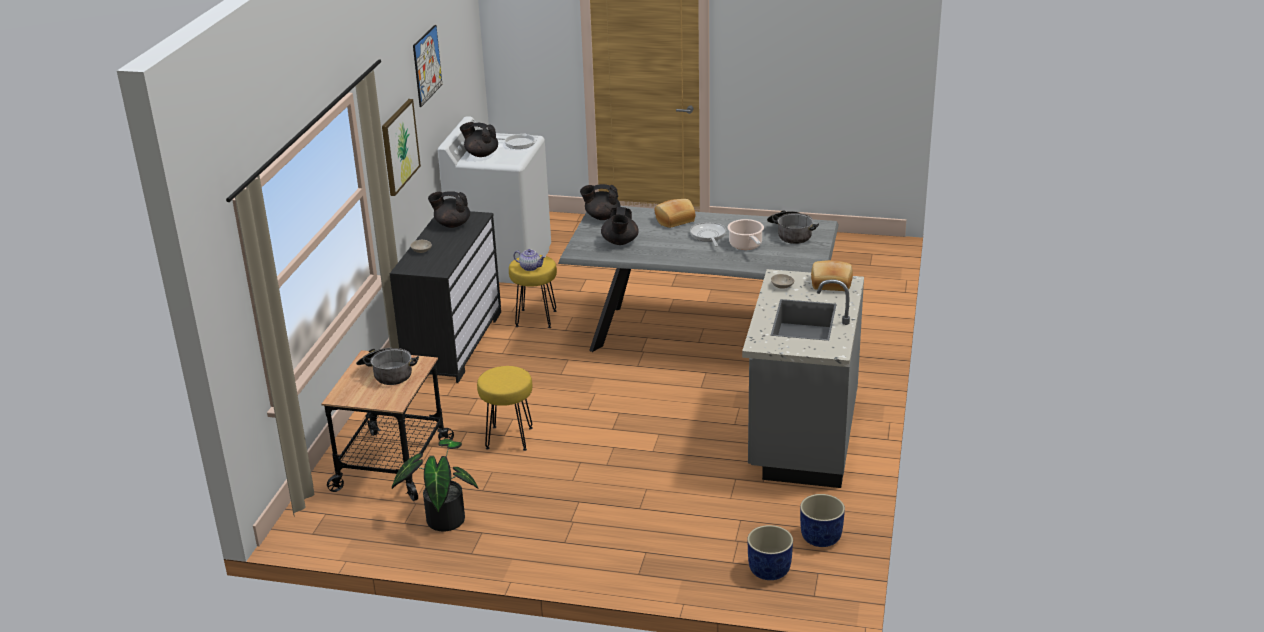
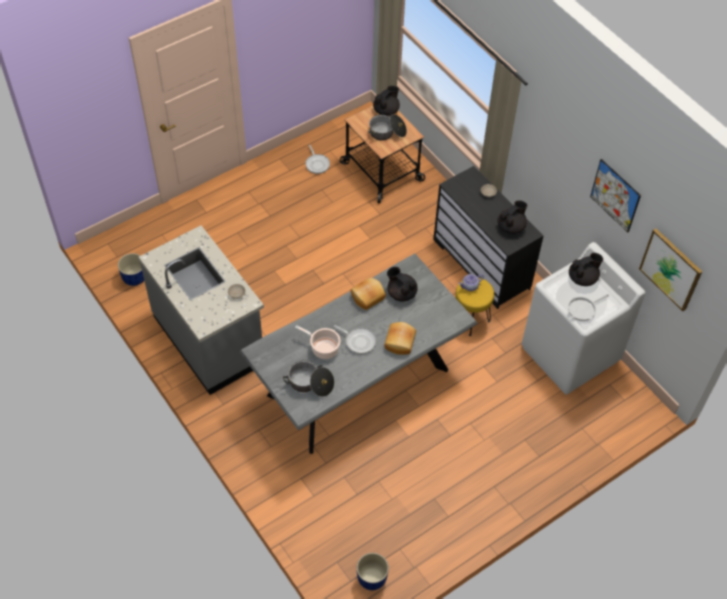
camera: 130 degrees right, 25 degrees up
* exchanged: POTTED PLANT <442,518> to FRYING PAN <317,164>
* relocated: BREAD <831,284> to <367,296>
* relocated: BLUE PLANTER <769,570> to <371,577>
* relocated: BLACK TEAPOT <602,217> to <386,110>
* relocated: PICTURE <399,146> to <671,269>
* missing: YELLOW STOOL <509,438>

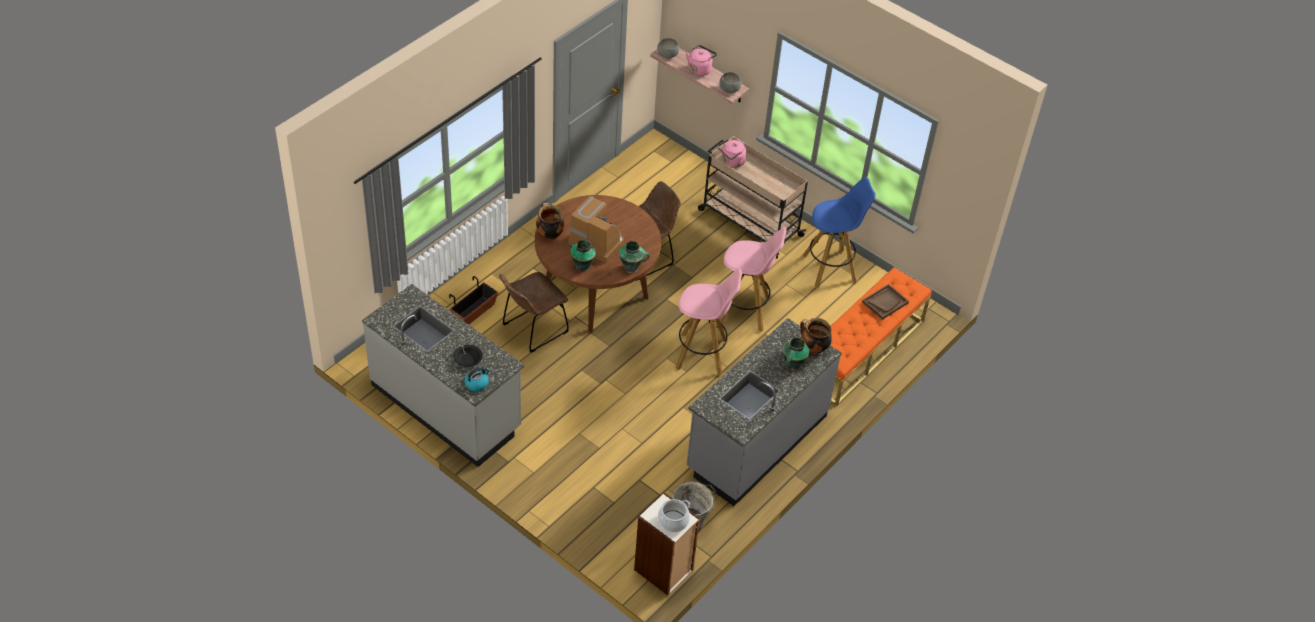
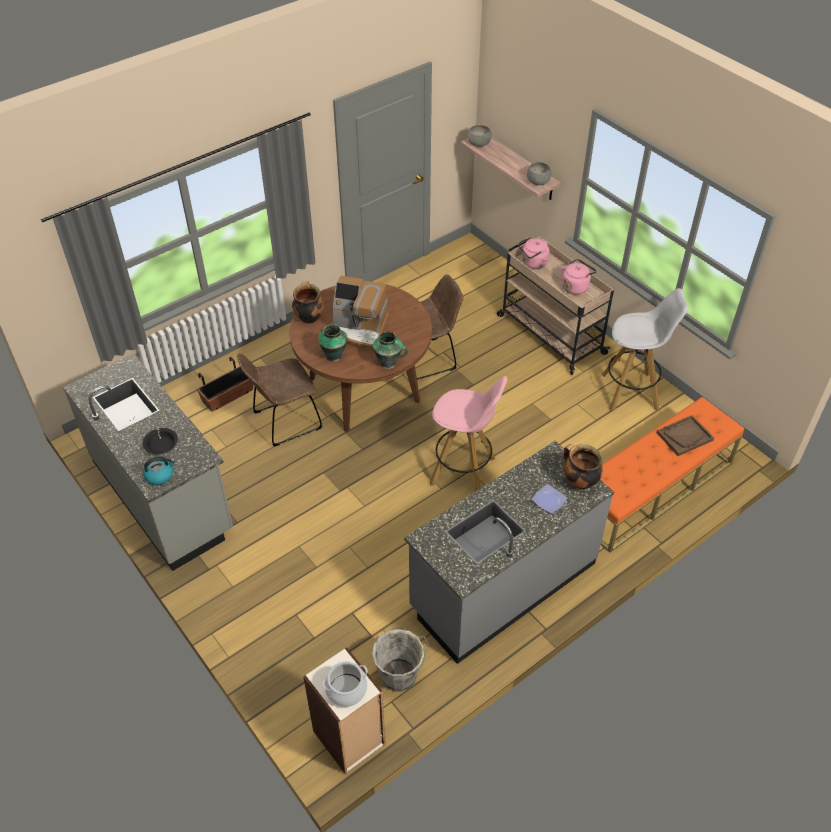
camera: 15 degrees right, 0 degrees up
* spun: COFFEE MACHINE <597,241> = <359,330> 150 degrees clockwise
* exchanged: VASE <792,365> to PLATE <548,500>
* relocated: PINK KETTLE <700,69> to <575,286>
* colour: BLUE STOOL <830,268> to WHITE STOOL <631,391>
* missing: PINK STOOL <745,311>

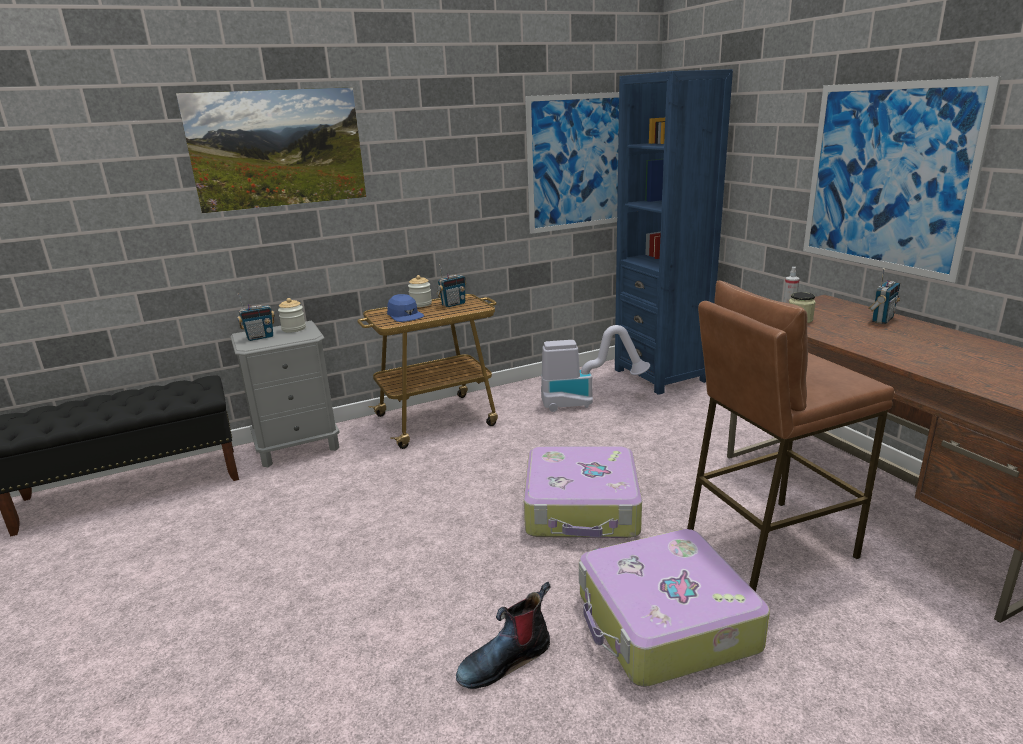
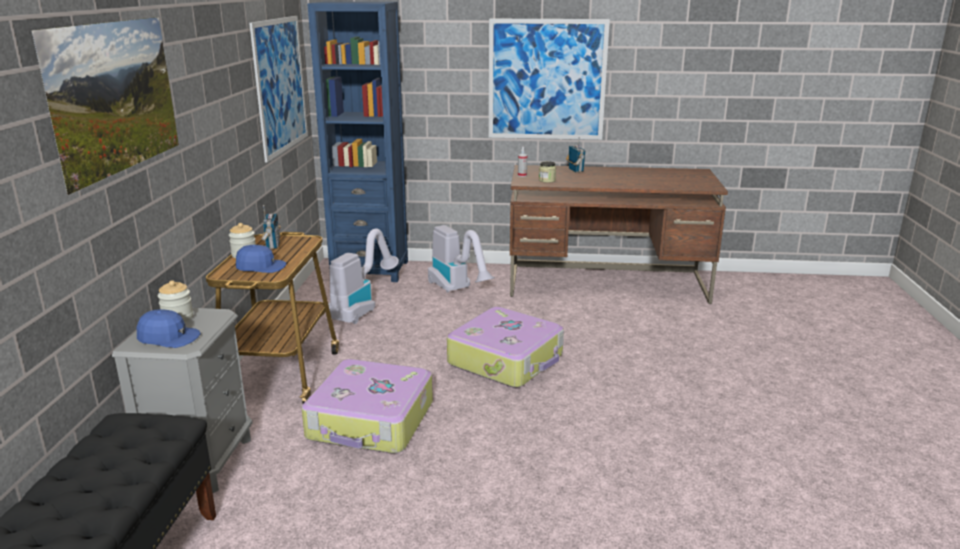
camera: 60 degrees left, 0 degrees up
* exchanged: RADIO <260,337> to BLUE CAP <168,337>
* relocated: SUITCASE <665,623> to <371,421>
* appeared: VACUUM CLEANER <458,290>
* missing: BOOT <505,660>
* missing: BROWN STOOL <767,544>

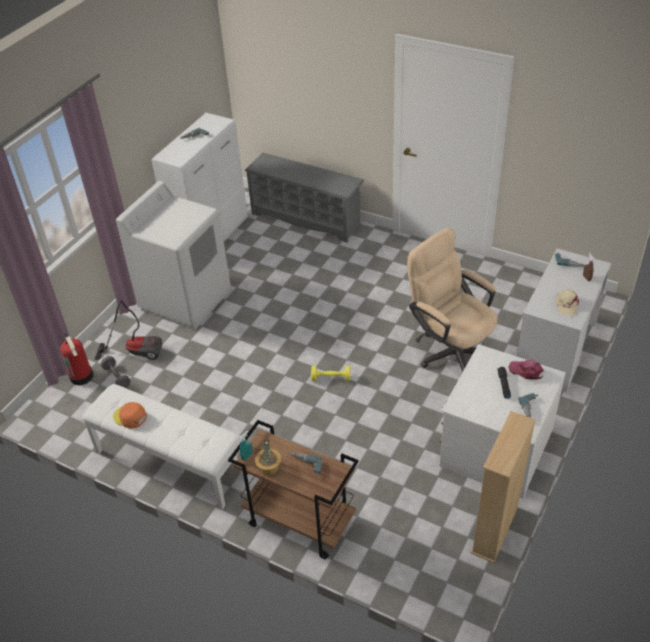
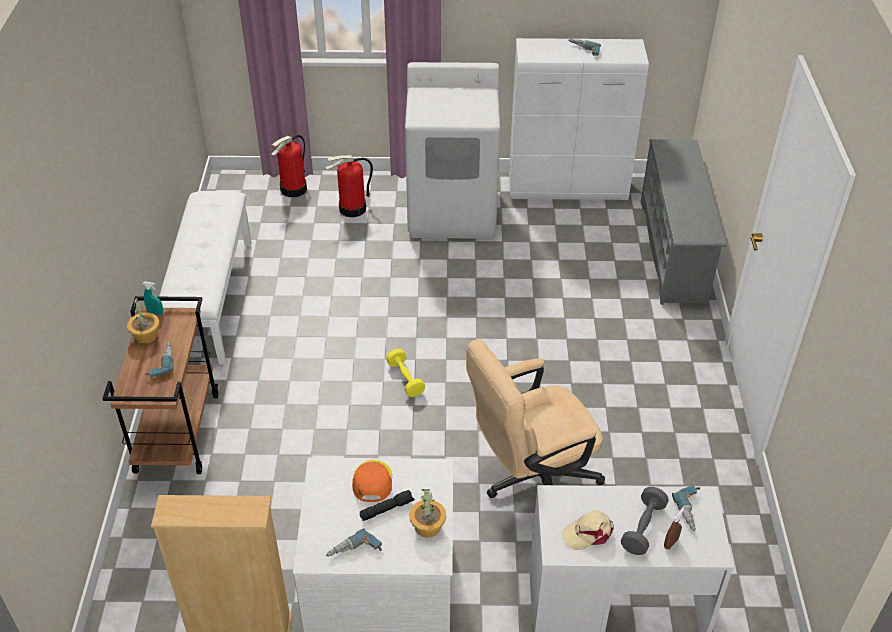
camera: 60 degrees right, 0 degrees up
* exchanged: VACUUM CLEANER <136,350> to FIRE EXTINGUISHER <352,209>
* relocated: ORANGE CAP <130,417> to <372,482>
* exchanged: PINK CAP <526,371> to POTTED PLANT <427,527>
* spun: BEIGE OFFICE CHAIR <450,349> = <531,479> 135 degrees counterclockwise
* relocated: GREY DUMBBELL <117,377> to <643,528>

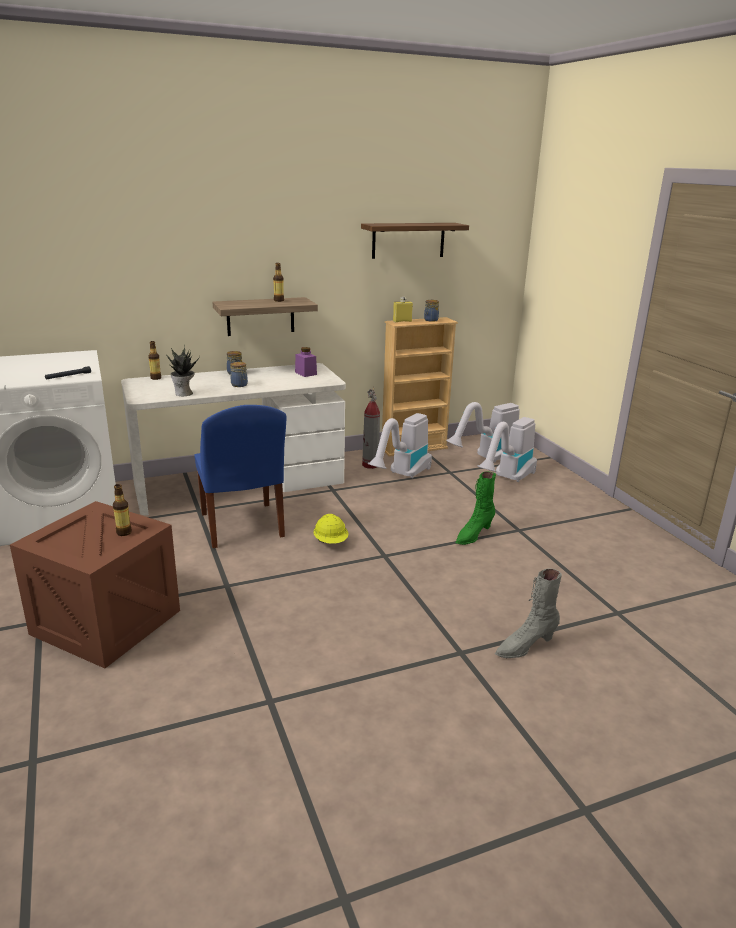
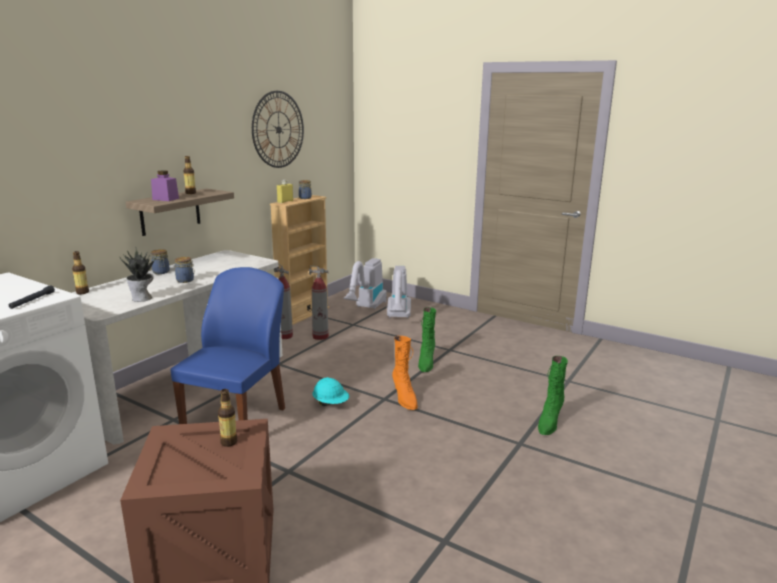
camera: 35 degrees left, 5 degrees down
* relocated: PURPLE JAR <306,373> to <165,199>
* spun: BLUE CHAIR <242,527> = <237,419> 105 degrees counterclockwise
* exchanged: SHELF <408,240> to WALL CLOCK <278,129>
* exchanged: VACUUM CLEANER <402,475> to FIRE EXTINGUISHER <320,337>
* colour: YELLOW HARD HAT <331,542> to TURQUOISE HARD HAT <331,404>
* appeared: ORANGE BOOT <404,398>
* colour: GREY BOOT <525,646> to GREEN BOOT <549,422>

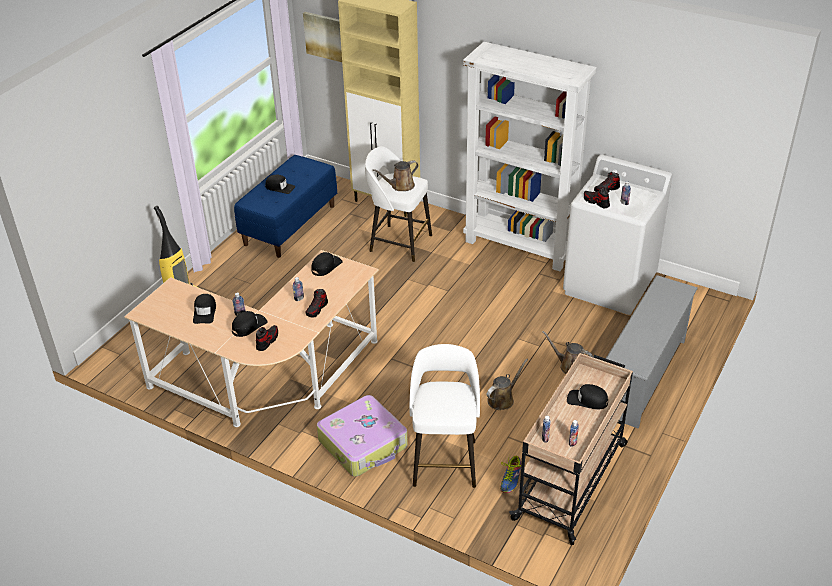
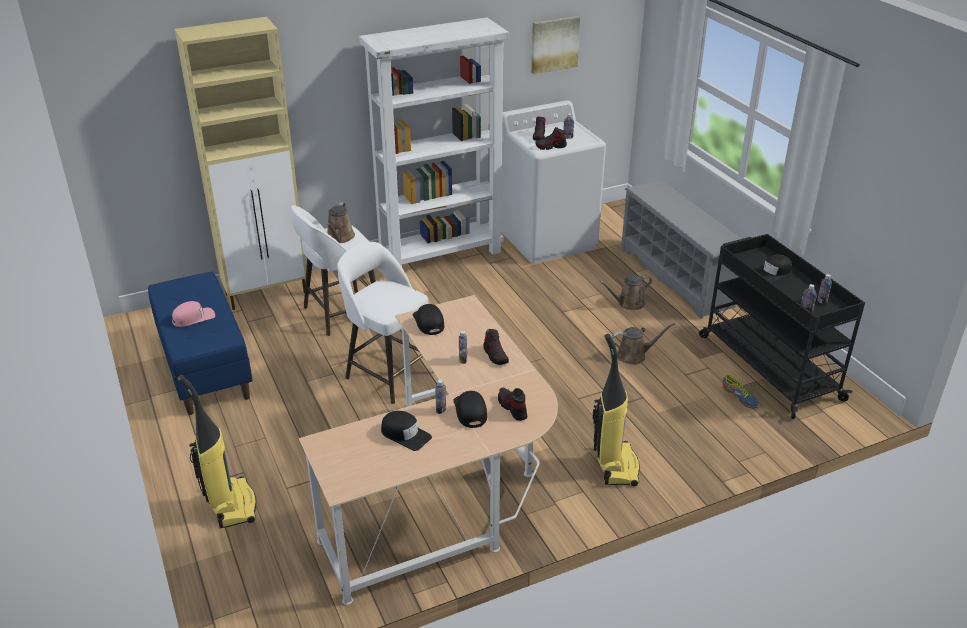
camera: 55 degrees left, 5 degrees down
* colour: BLACK CAP <280,187> to PINK CAP <193,318>
* relocated: WHITE STOOL <445,461> to <388,374>
* relocated: PICTURE <324,36> to <554,44>
* exchanged: SUITCASE <364,444> to VACUUM CLEANER <615,465>
* spun: BROWN WATERING CAN <502,399> = <634,355> 90 degrees clockwise
* colour: BEIGE CART <571,480> to BLACK CART <768,366>

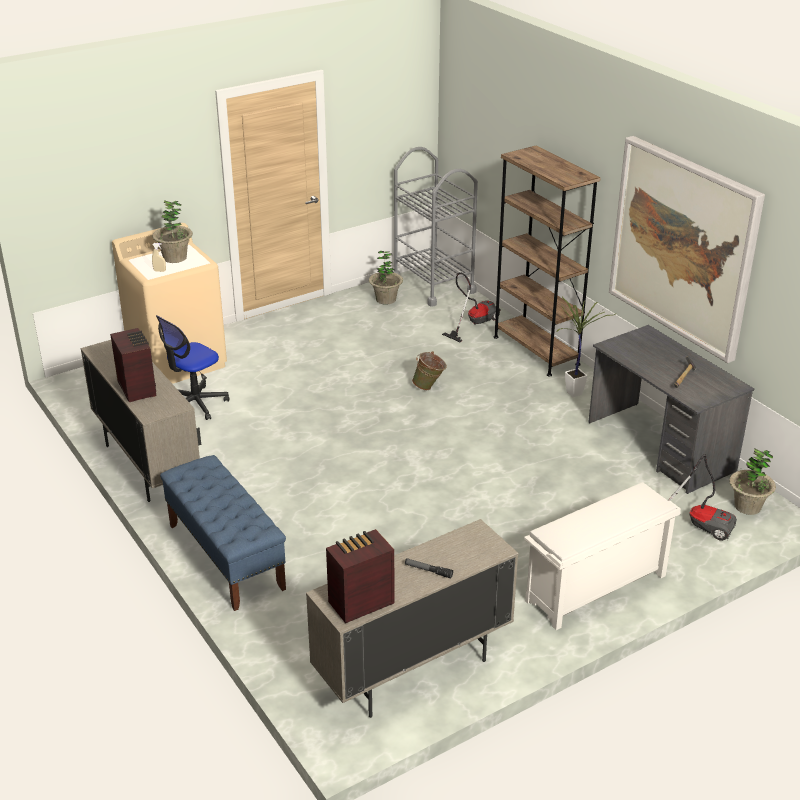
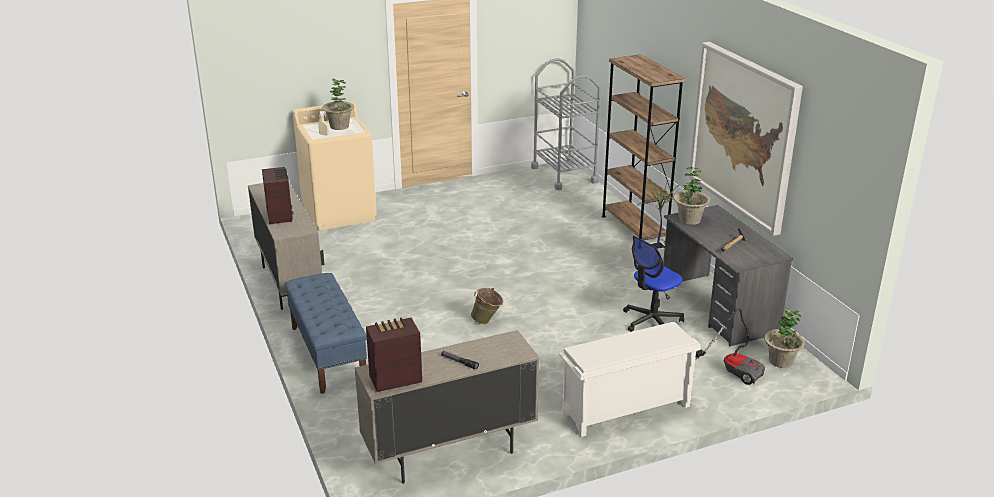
camera: 10 degrees right, 5 degrees down
* relocated: GREEN BUCKET <429,387> to <487,321>
* relocated: OFFICE CHAIR <195,403> to <652,321>
* relocated: POTTED PLANT <386,299> to <689,220>
* missing: VACUUM CLEANER <473,323>

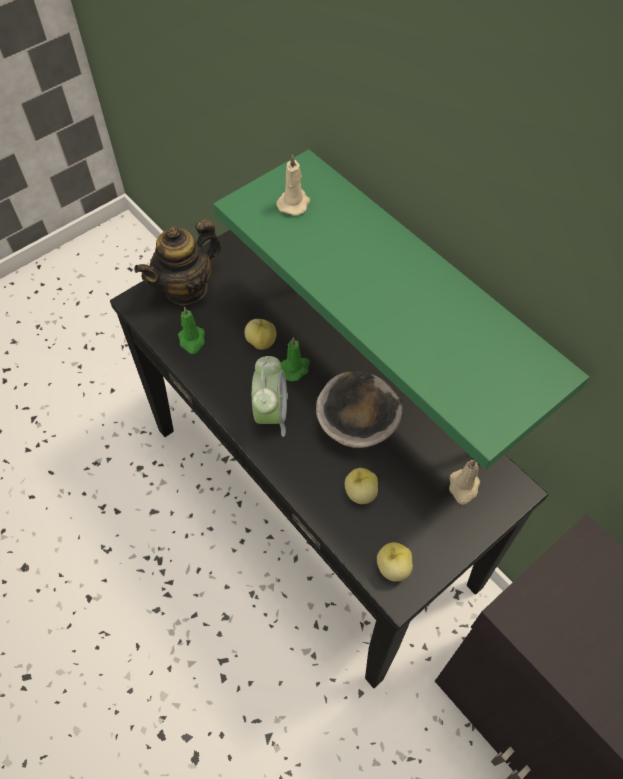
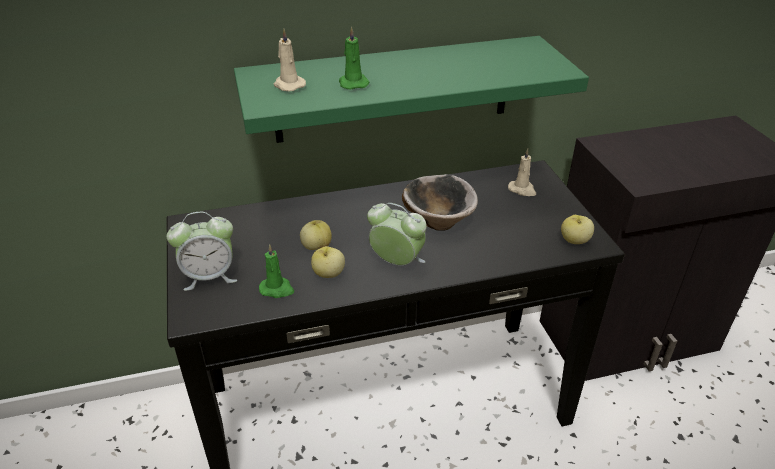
camera: 65 degrees left, 20 degrees down
* exchanged: TEAPOT <186,288> to ALARM CLOCK <209,276>
* relocated: APPLE <360,492> to <328,274>
* relocated: GREEN CANDLE <295,368> to <353,83>

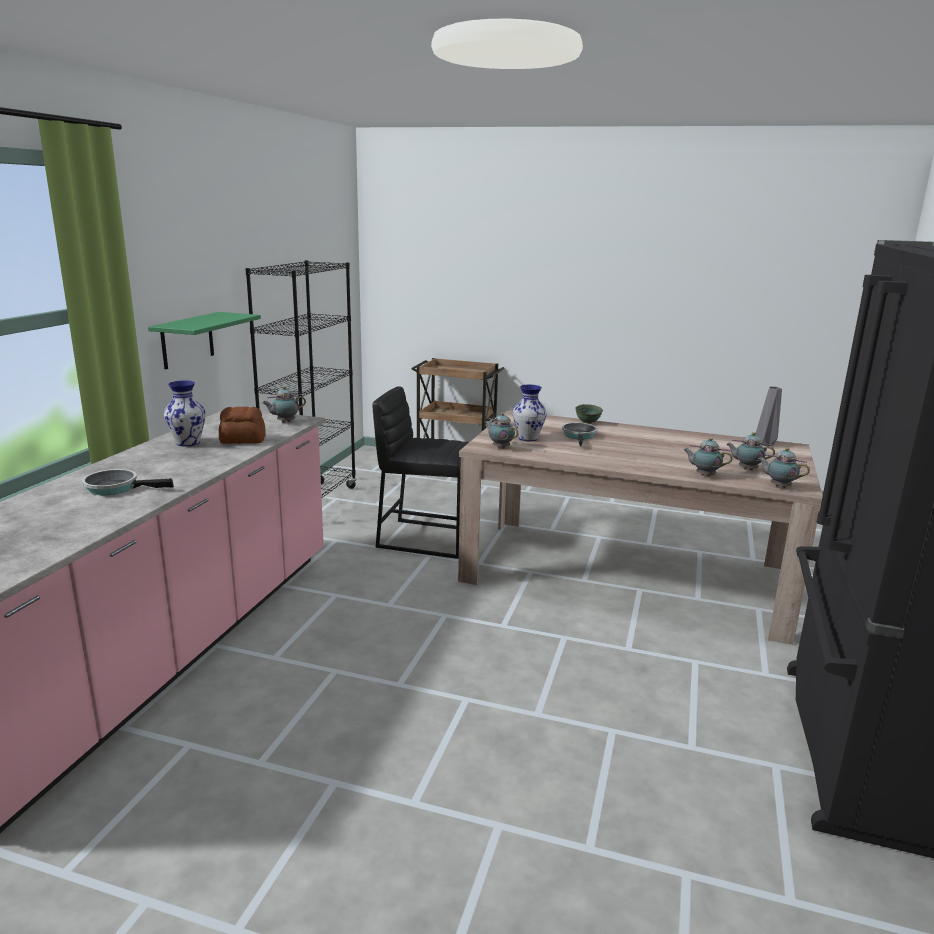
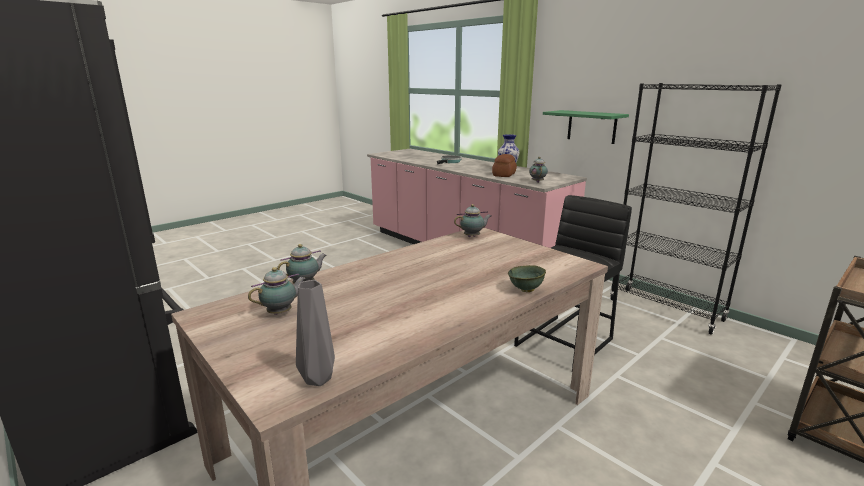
camera: 120 degrees right, 0 degrees up
* missing: VASE <527,438>
* missing: FRYING PAN <579,436>
* missing: TEAPOT <778,486>

